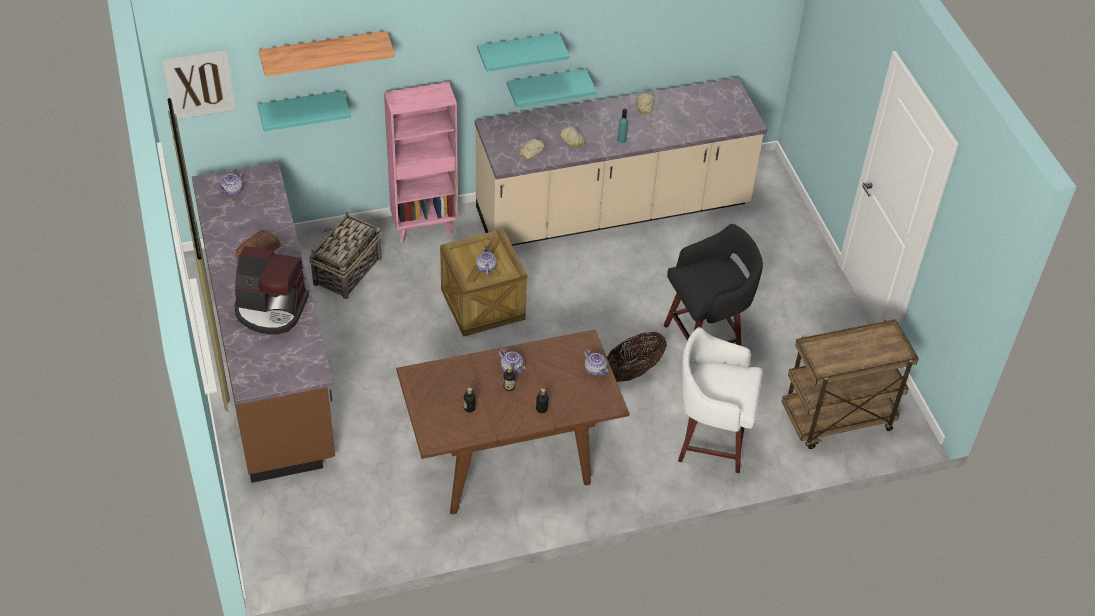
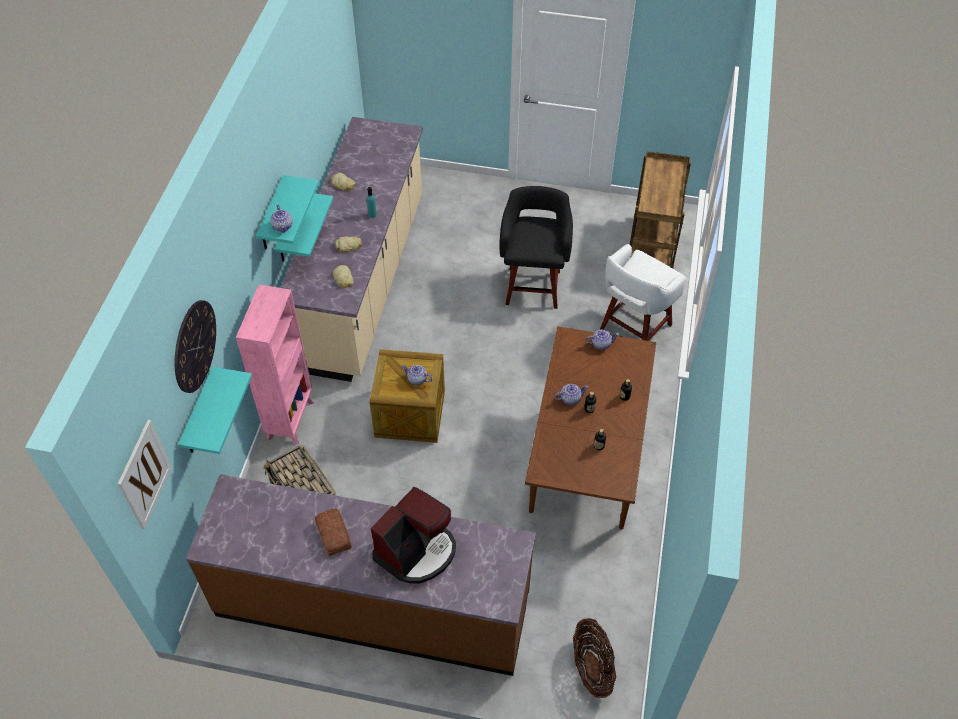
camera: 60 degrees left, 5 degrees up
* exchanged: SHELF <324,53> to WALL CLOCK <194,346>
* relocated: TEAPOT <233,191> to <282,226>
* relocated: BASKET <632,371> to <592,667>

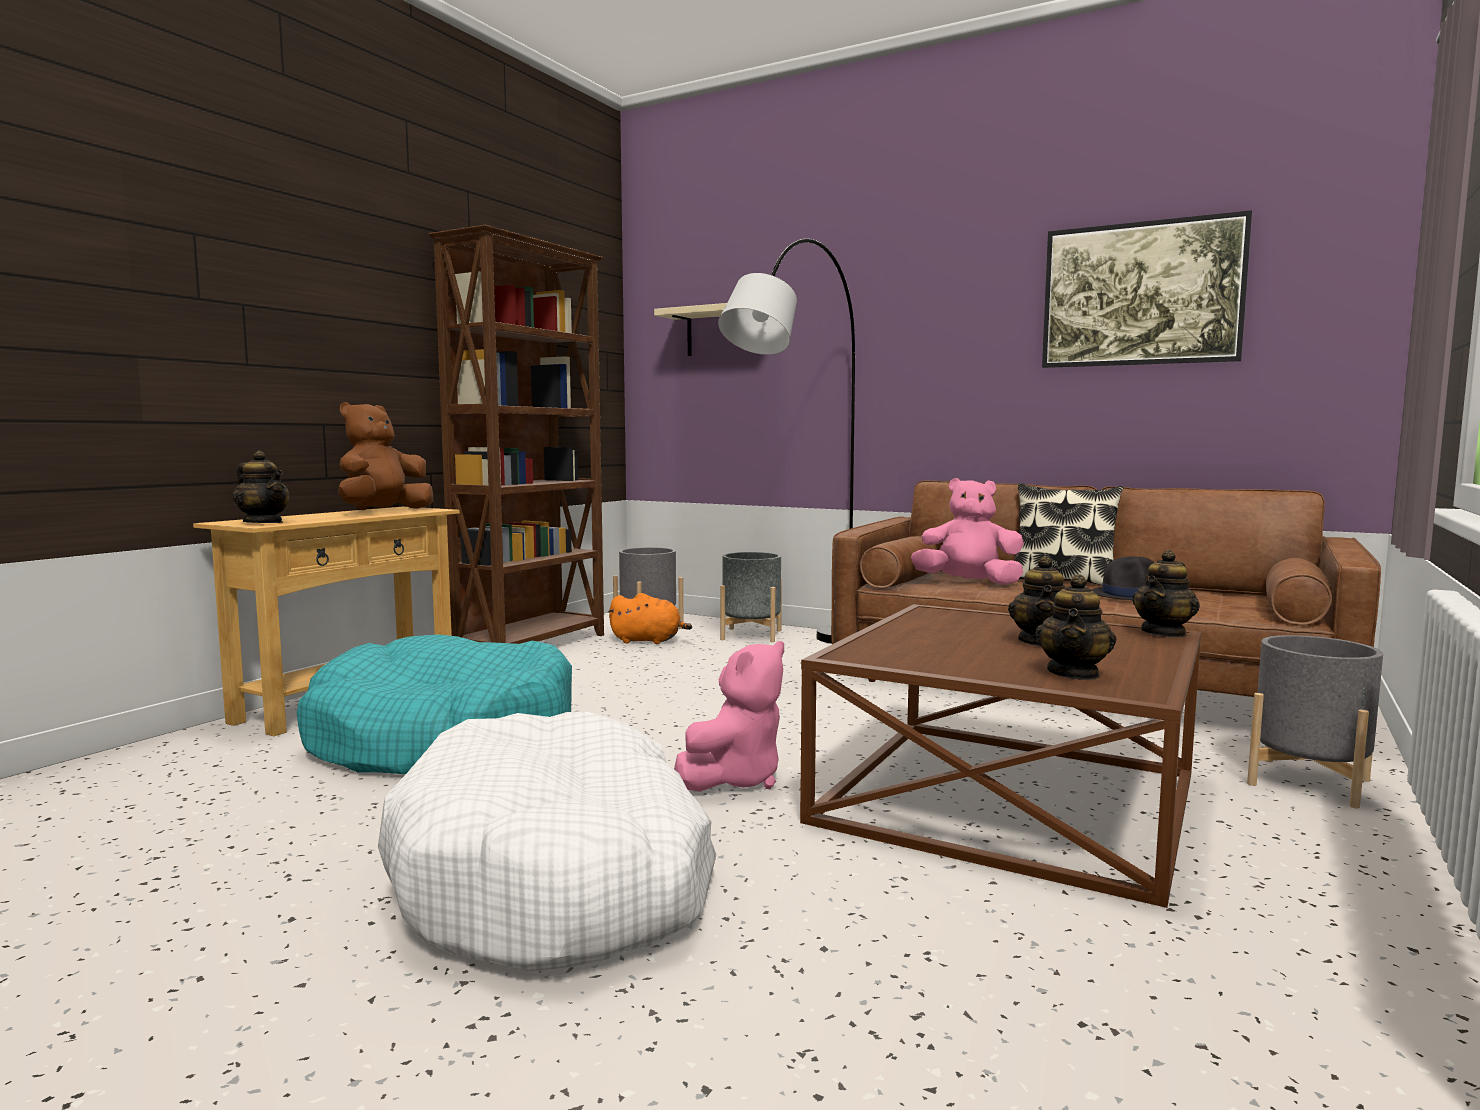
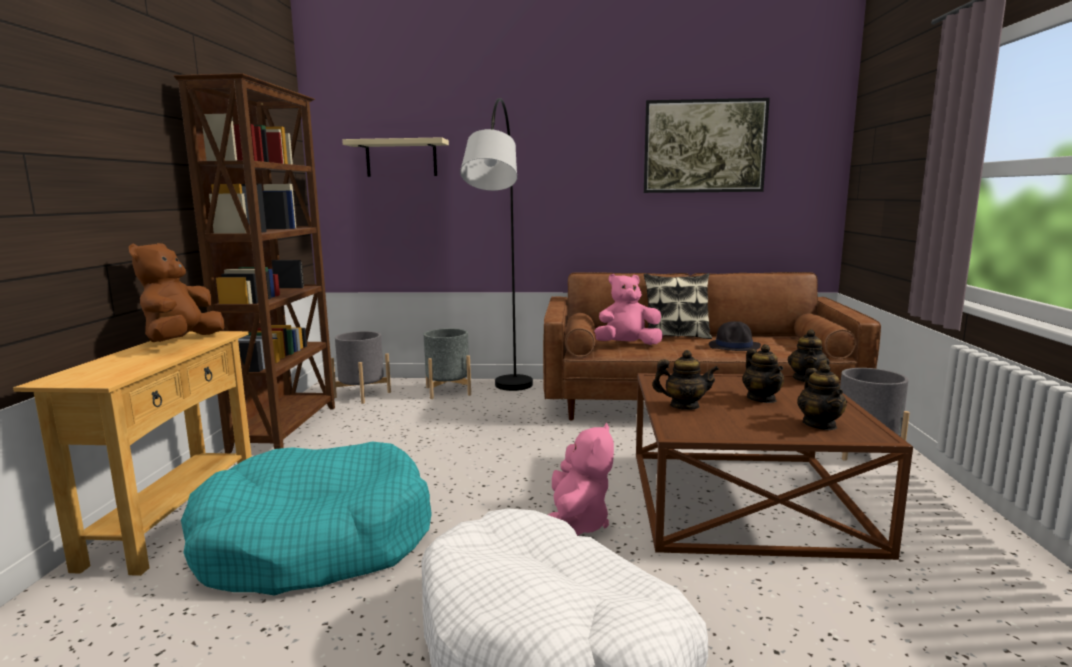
camera: 25 degrees left, 5 degrees up
* relocated: TEAPOT <263,522> to <684,406>
* missing: ORANGE PLUSH TOY <648,641>

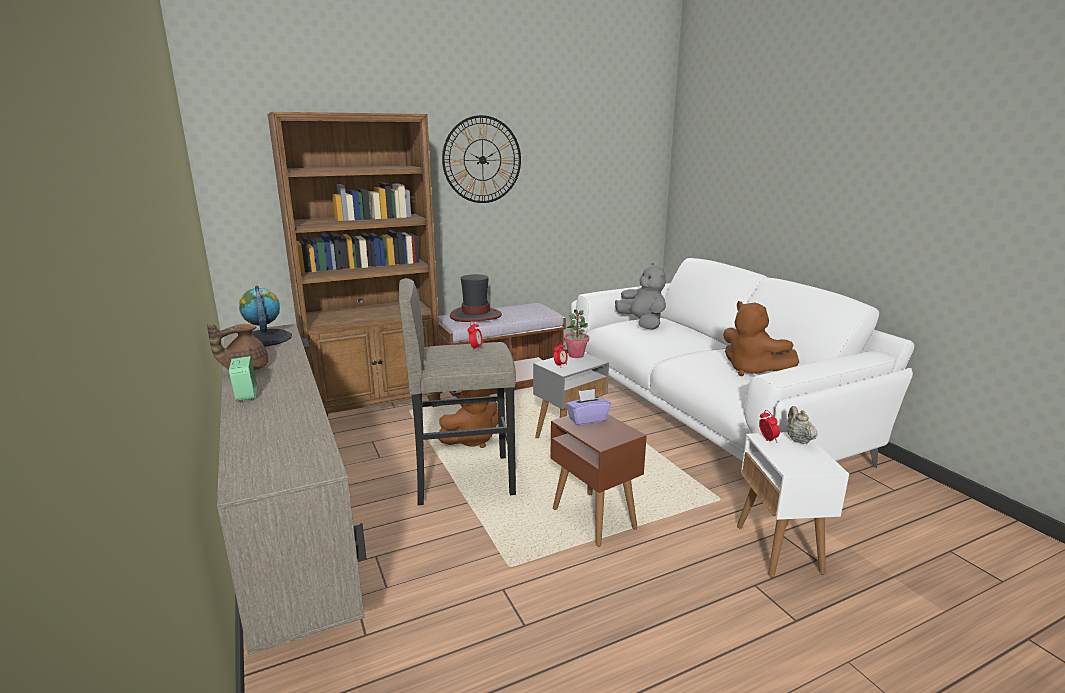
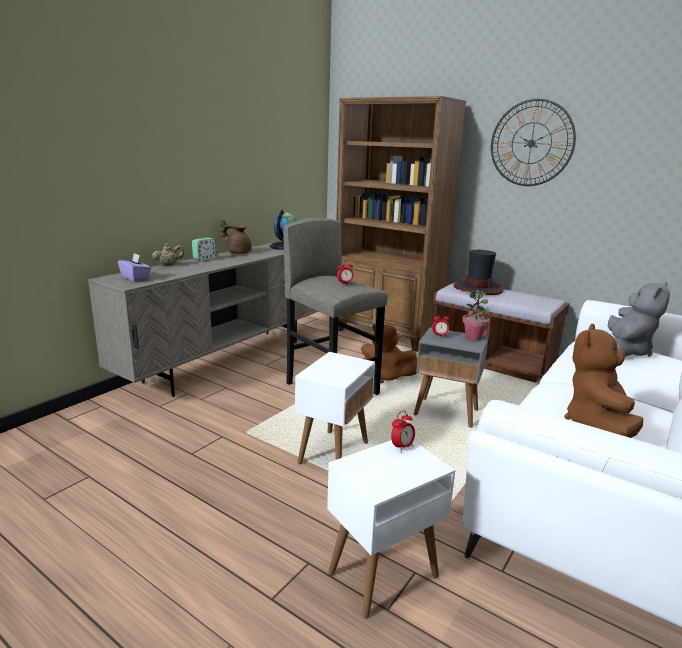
camera: 60 degrees right, 0 degrees up
* relocated: PURPLE TISSUE BOX <587,419> to <136,278>
* relocated: BEIGE TEAPOT <798,440> to <169,265>
* colour: BROWN SIDE TABLE <593,518> to WHITE SIDE TABLE <334,452>

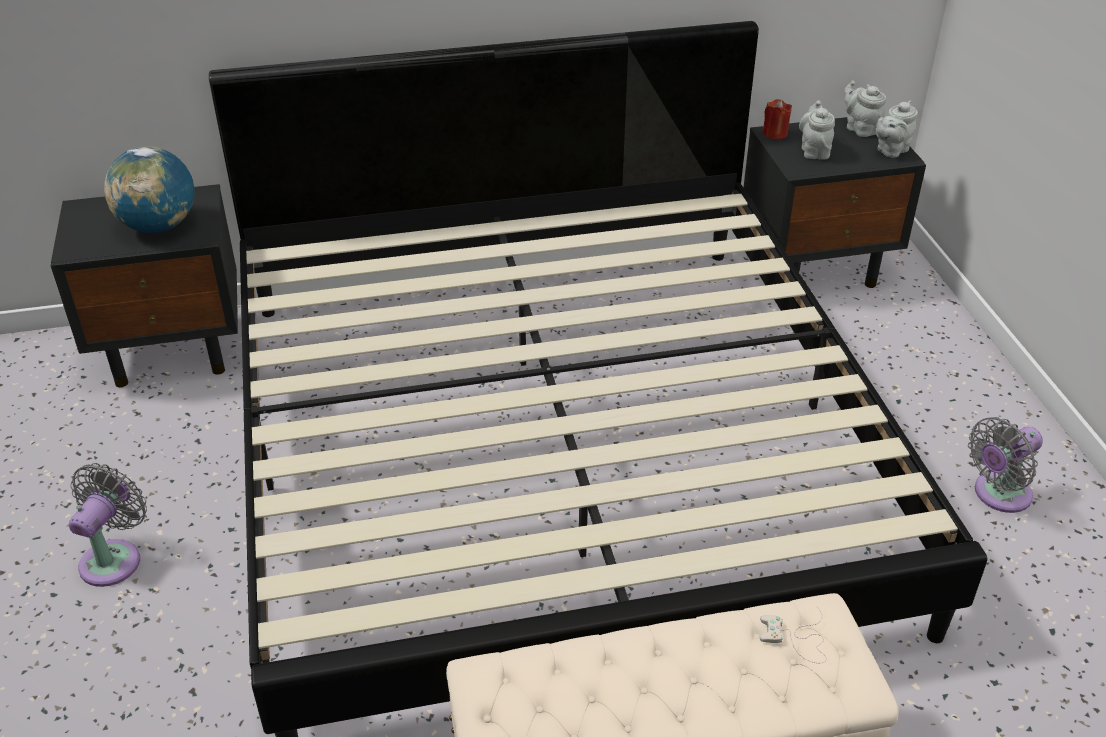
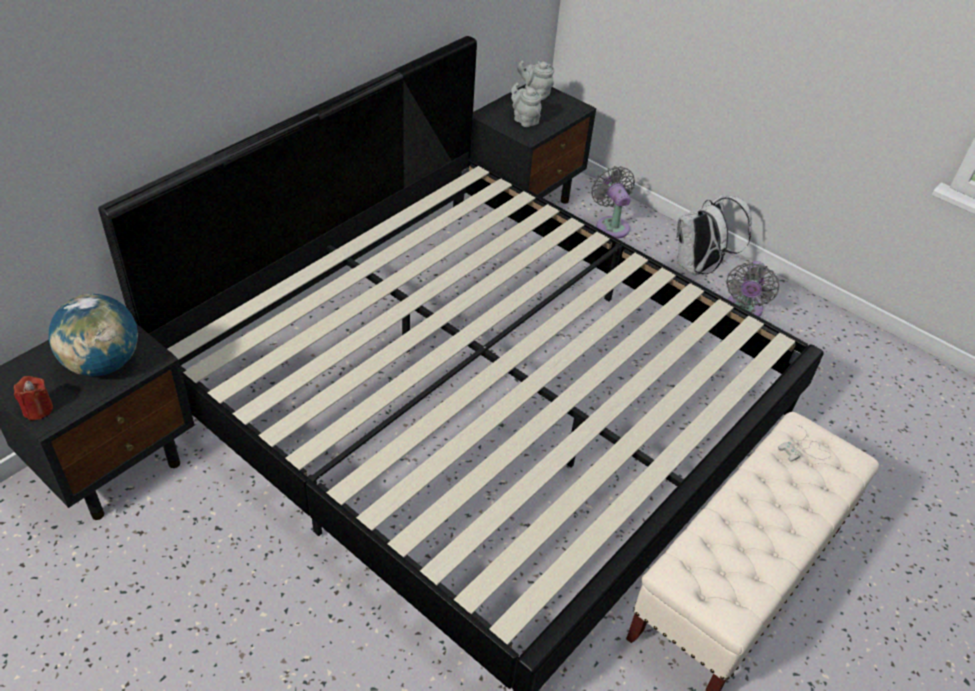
camera: 40 degrees left, 5 degrees up
* relocated: RED CANDLE <775,133> to <38,409>
* relocated: GREY FAN <114,558> to <611,225>
* appeared: WHITE BACKPACK <698,267>
* missing: GREY TEAPOT <890,150>

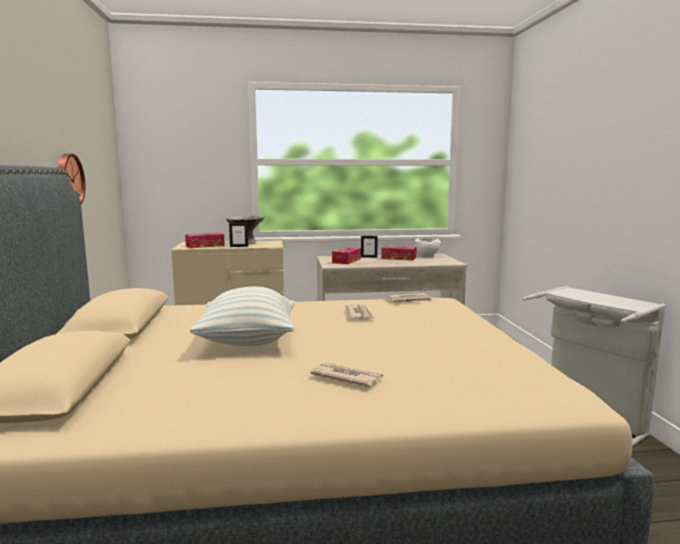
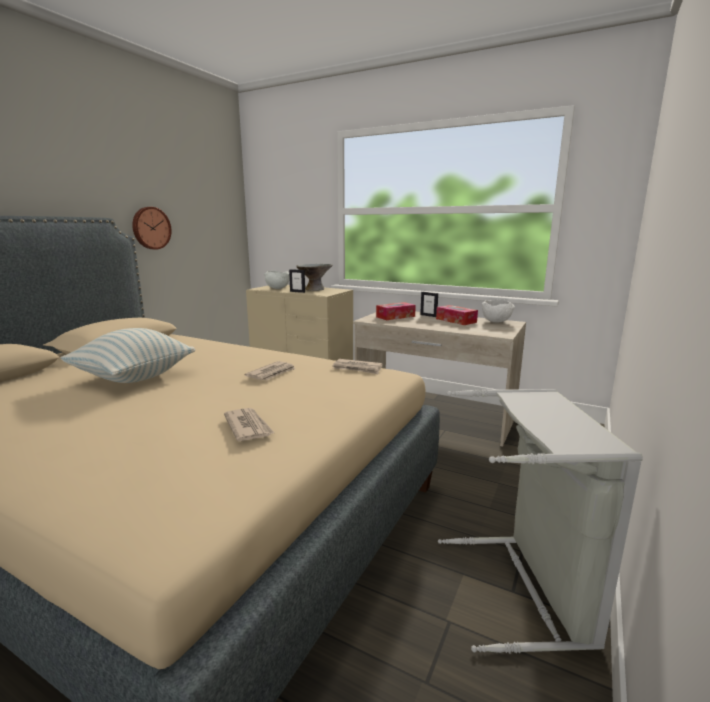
camera: 35 degrees right, 5 degrees up
* relocated: NEWSPAPER <346,377> to <248,427>
* exchanged: TISSUE BOX <205,246> to WHITE BOWL <277,288>

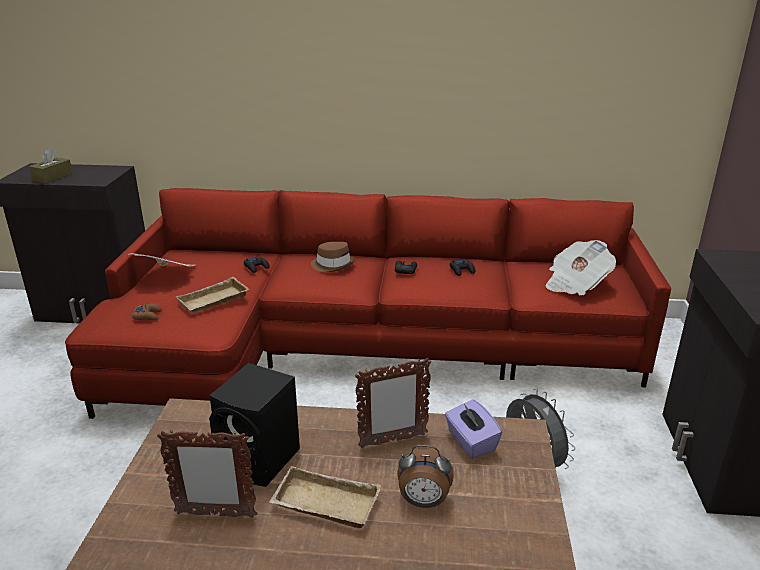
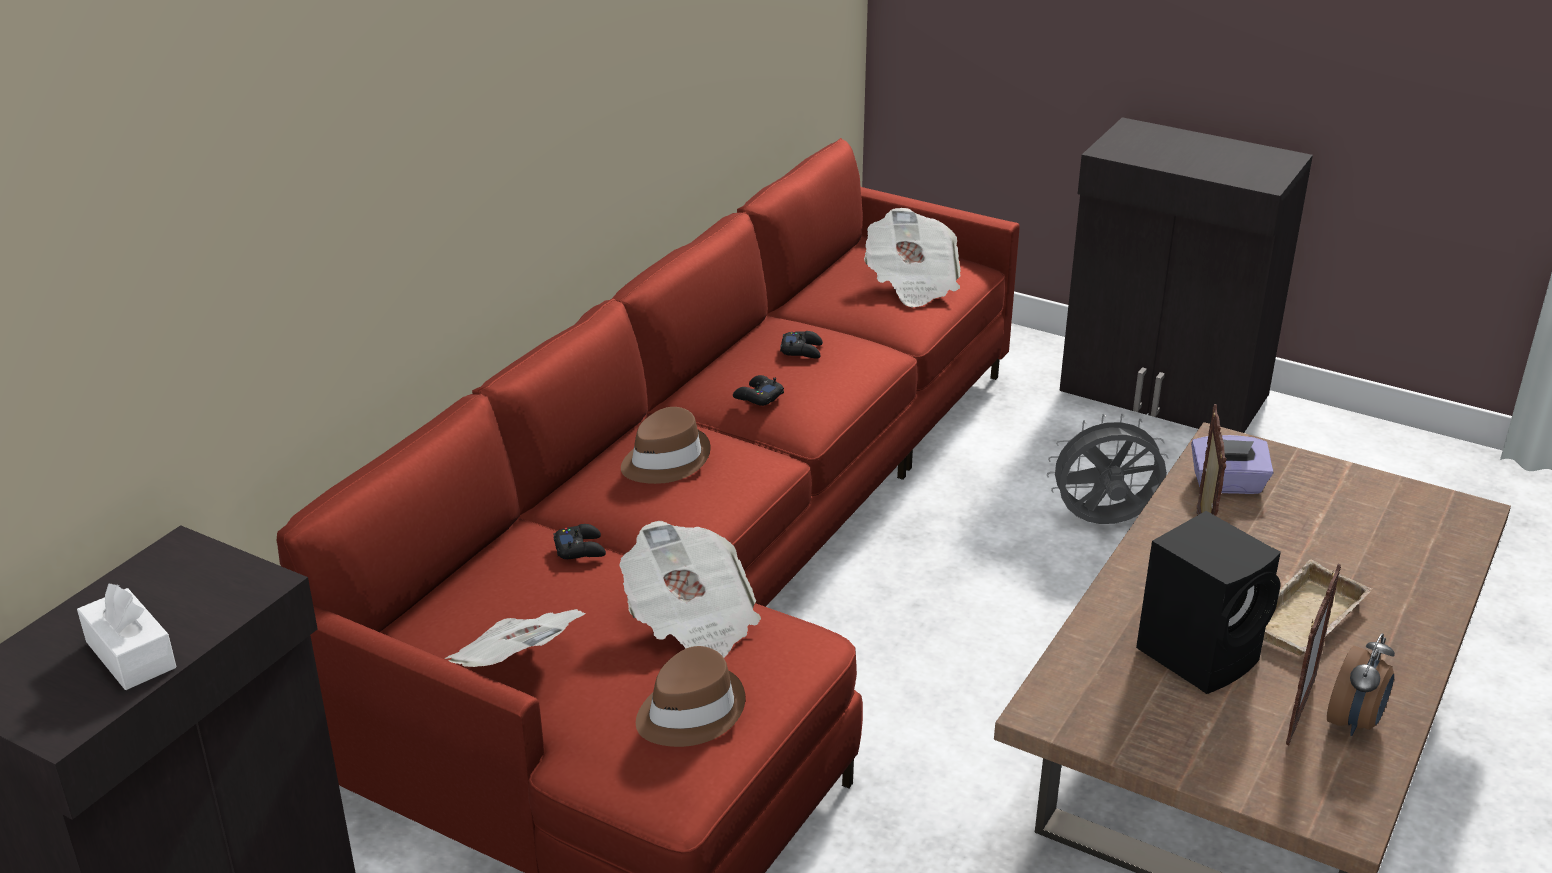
camera: 65 degrees left, 5 degrees up
* colour: BROWN TISSUE BOX <52,177> to WHITE TISSUE BOX <131,655>
* exchanged: BEIGE TRAY <213,301> to NEWSPAPER <691,622>
* exchanged: BROWN GAME CONTROLLER <148,315> to BROWN HAT <689,711>
* relocated: ALARM CLOCK <423,502> to <1355,722>

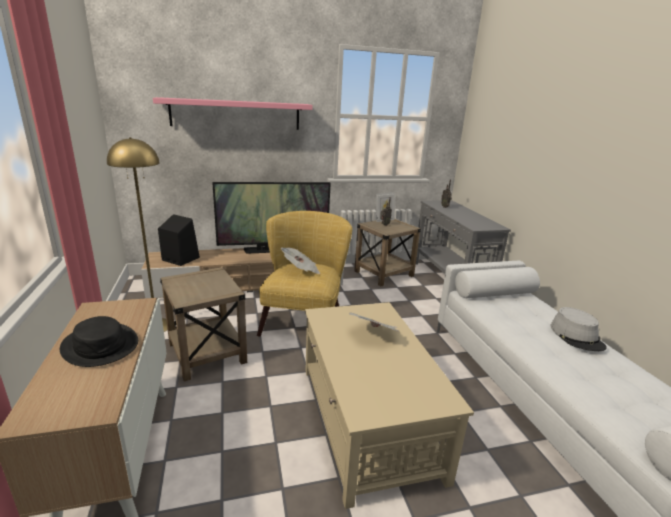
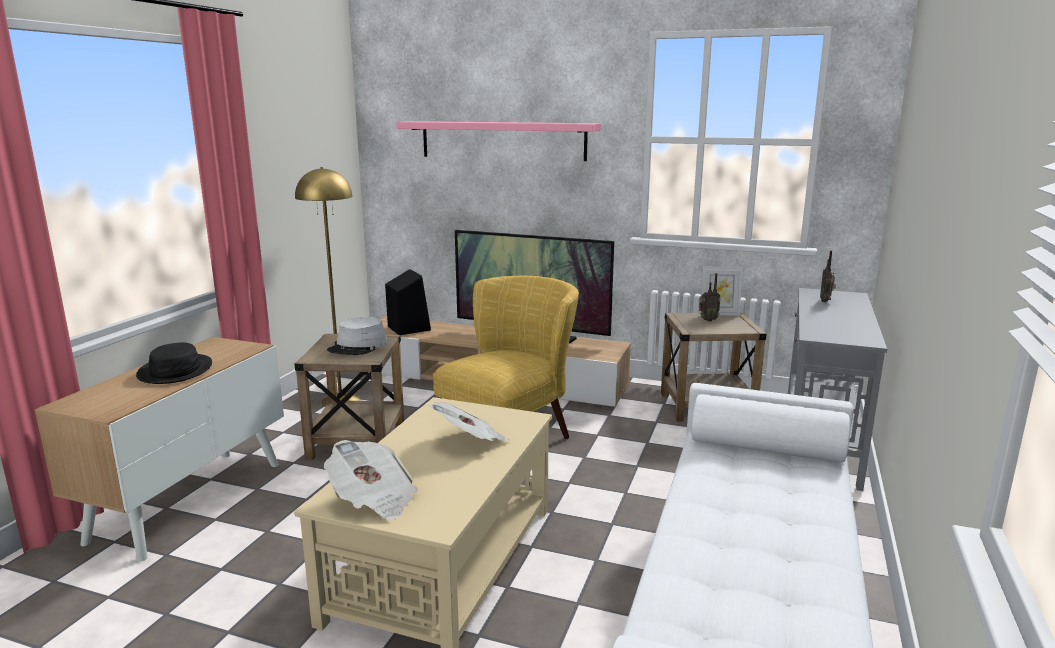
camera: 35 degrees right, 5 degrees down
* relocated: NEWSPAPER <301,270> to <373,500>
* relocated: GREY HAT <577,336> to <358,346>

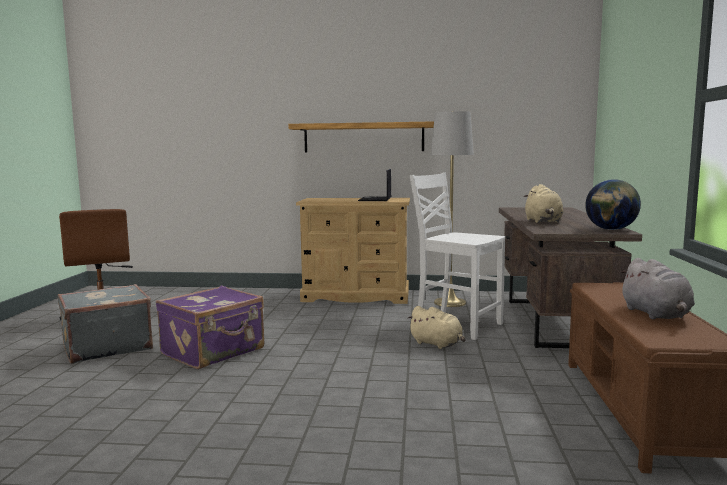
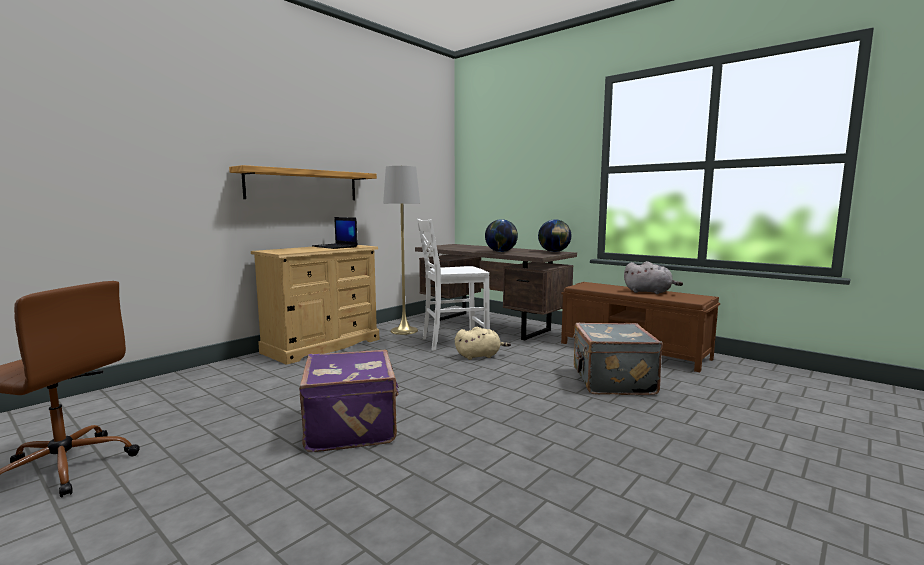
camera: 55 degrees left, 0 degrees up
* exchanged: BEIGE PLUSH TOY <543,221> to GLOBE <501,252>
* relocated: GREY SUITCASE <106,347> to <611,381>

